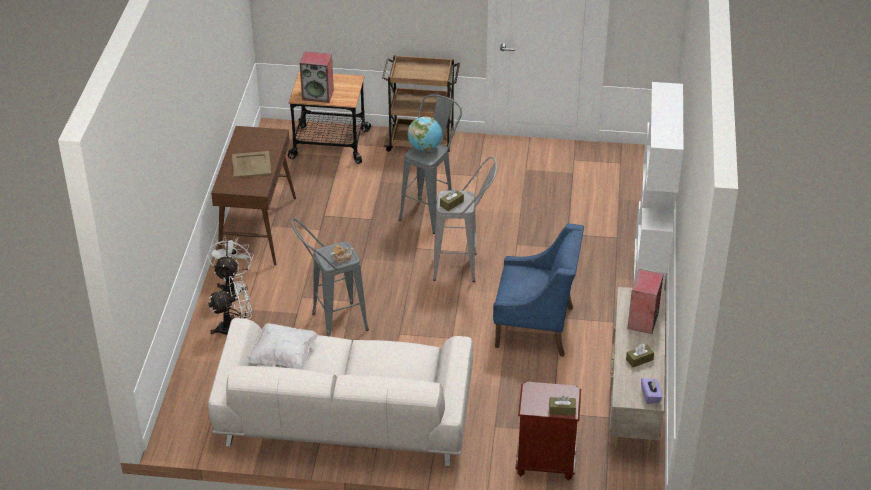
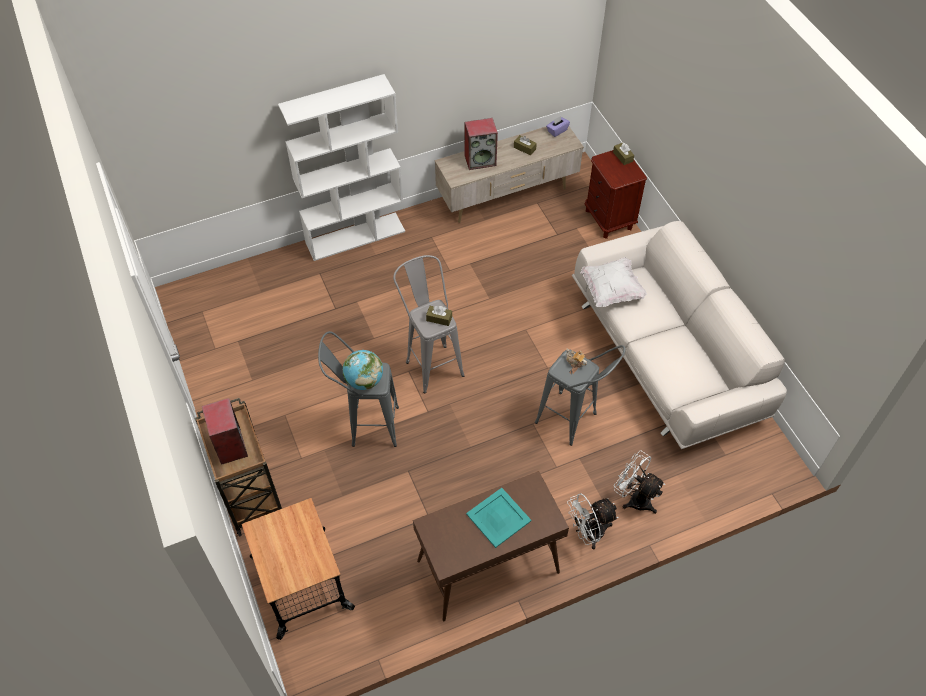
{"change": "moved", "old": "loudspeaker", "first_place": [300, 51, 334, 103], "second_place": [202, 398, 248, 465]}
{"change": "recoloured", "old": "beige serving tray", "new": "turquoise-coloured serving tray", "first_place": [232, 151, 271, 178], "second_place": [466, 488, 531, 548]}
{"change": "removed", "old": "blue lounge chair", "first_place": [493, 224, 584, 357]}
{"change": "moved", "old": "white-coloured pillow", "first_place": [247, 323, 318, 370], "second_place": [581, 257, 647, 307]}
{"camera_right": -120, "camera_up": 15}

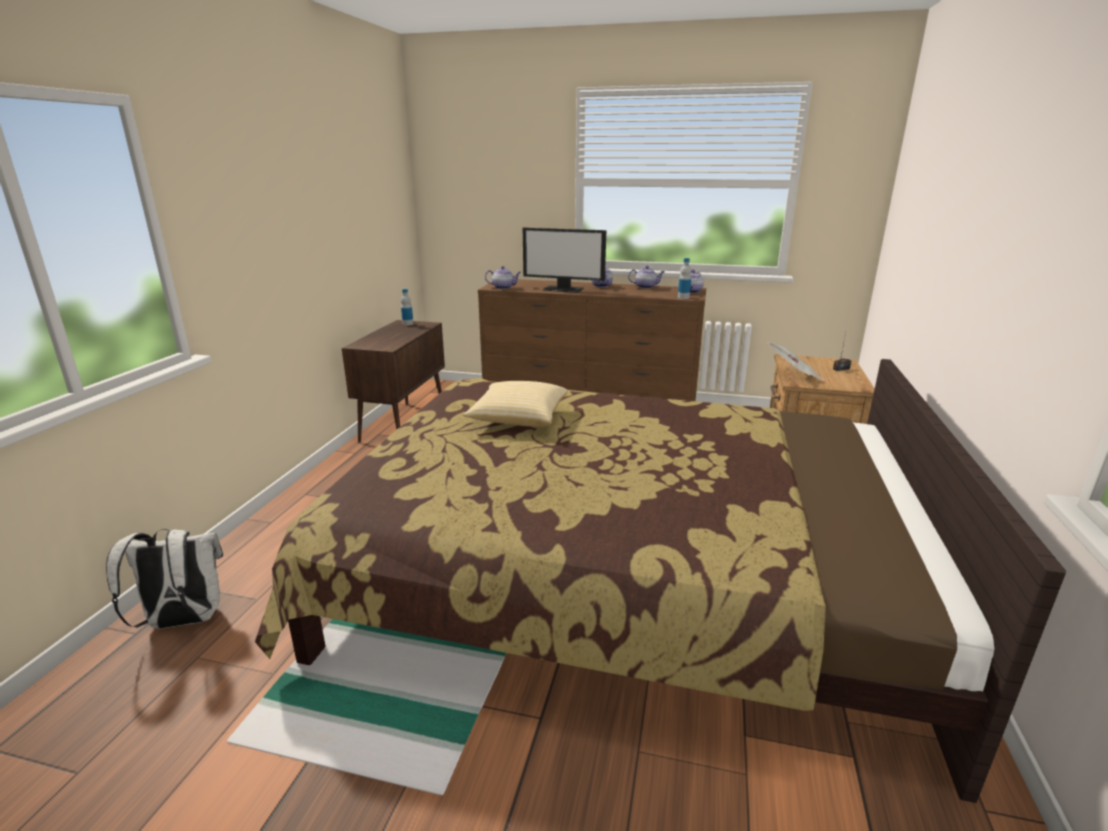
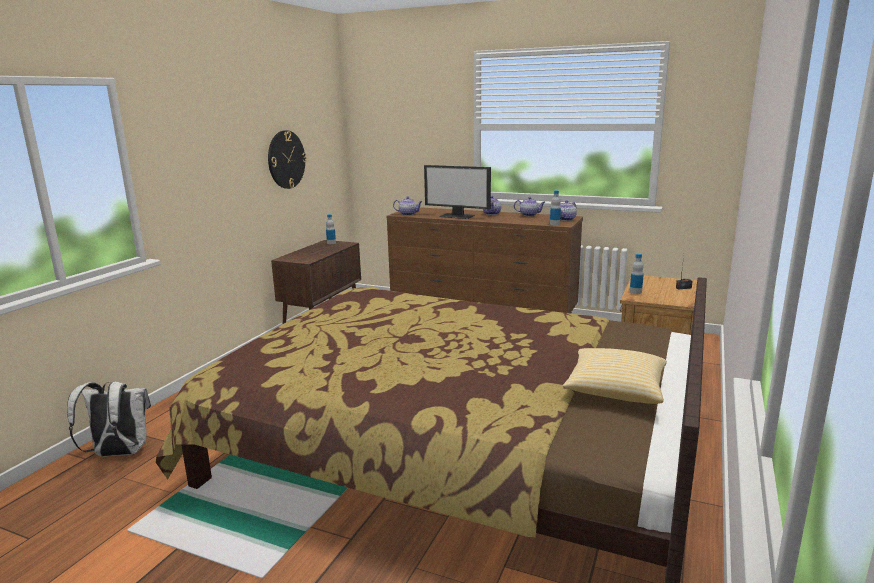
{"change": "replaced", "old": "daily paper", "new": "drink bottle", "first_place": [767, 342, 825, 381], "second_place": [630, 254, 644, 294]}
{"change": "moved", "old": "pillow", "first_place": [463, 381, 568, 427], "second_place": [563, 348, 667, 404]}
{"change": "added", "new": "hanging clock", "second_place": [268, 130, 307, 189]}
{"camera_right": 10, "camera_up": -5}

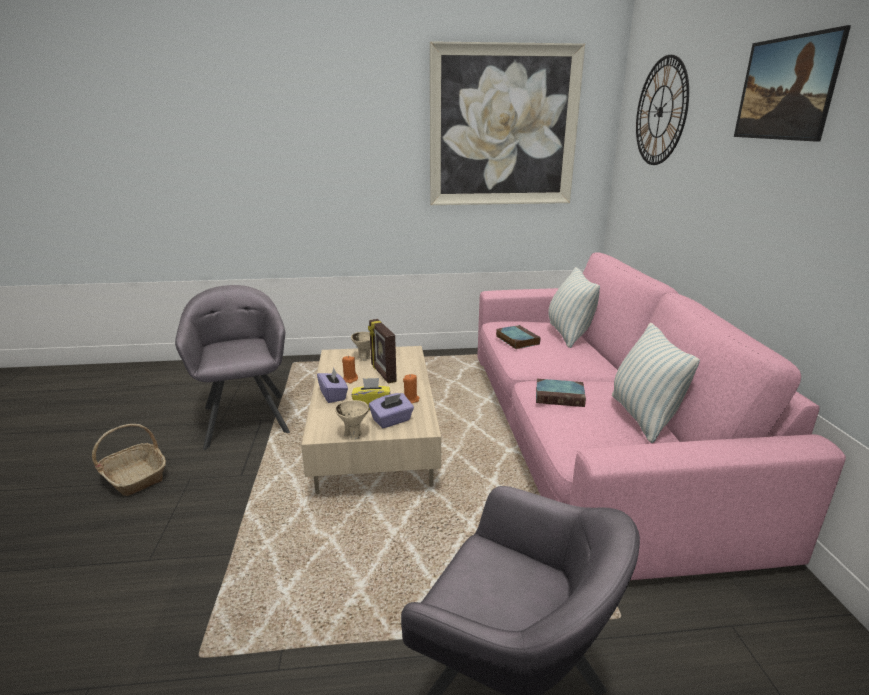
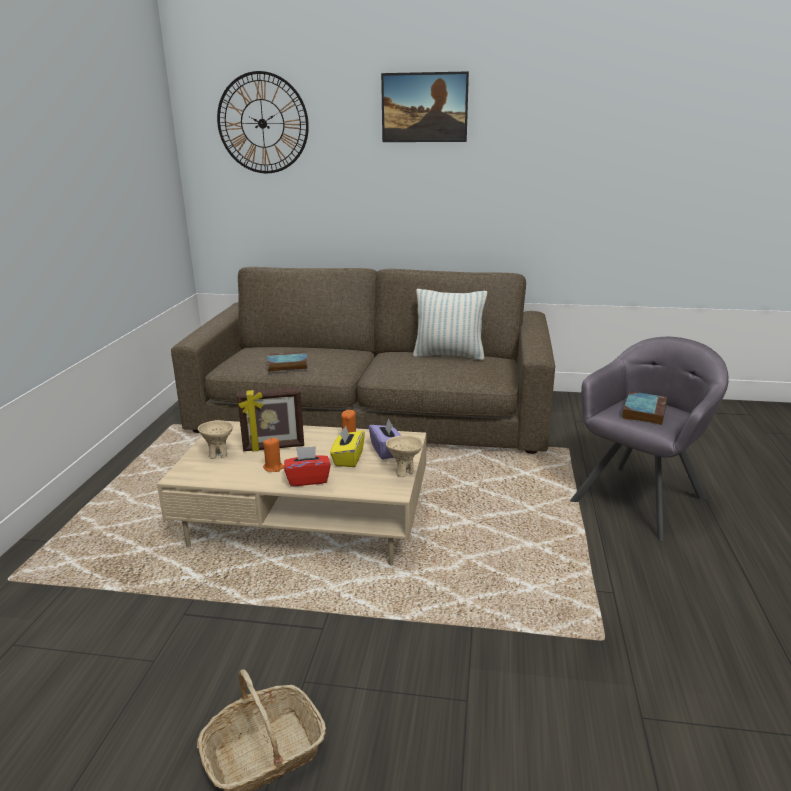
{"change": "removed", "old": "picture", "first_place": [430, 41, 585, 205]}
{"change": "recoloured", "old": "pinkish settee", "new": "brownish settee", "first_place": [478, 252, 846, 580], "second_place": [171, 267, 555, 454]}
{"change": "removed", "old": "pillow", "first_place": [548, 267, 600, 348]}
{"change": "removed", "old": "grey lounge chair", "first_place": [175, 285, 290, 450]}
{"change": "recoloured", "old": "purple tissue box", "new": "red tissue box", "first_place": [317, 368, 348, 403], "second_place": [284, 446, 331, 486]}
{"change": "moved", "old": "book", "first_place": [536, 379, 586, 407], "second_place": [622, 391, 667, 425]}
{"camera_right": -75, "camera_up": 0}

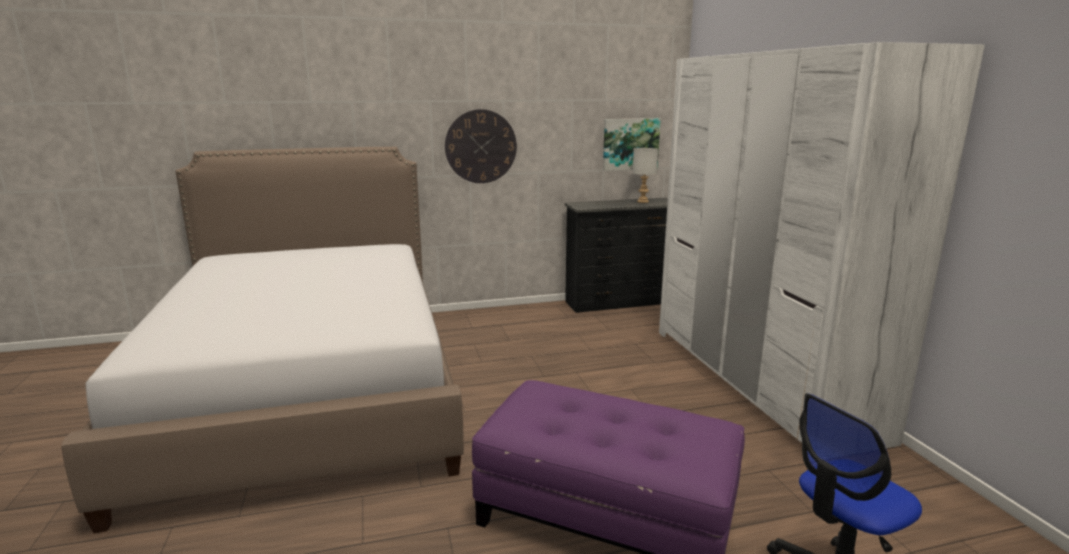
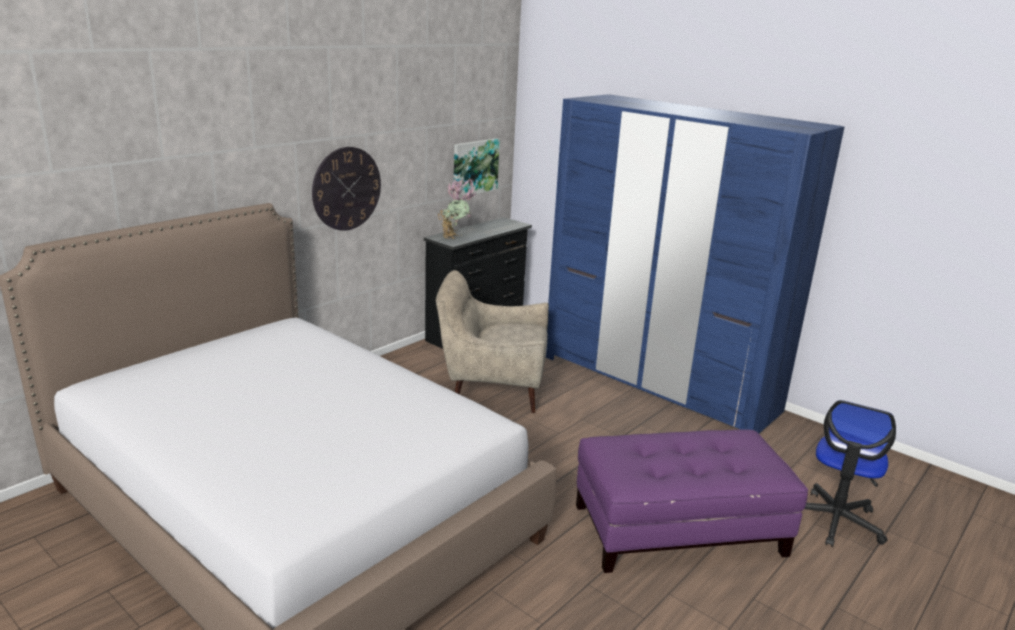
{"change": "recoloured", "old": "white-coloured wardrobe", "new": "blue wardrobe", "first_place": [659, 42, 985, 448], "second_place": [546, 94, 844, 434]}
{"change": "removed", "old": "grey tabletop lamp", "first_place": [632, 148, 658, 203]}
{"change": "added", "new": "plant in a pot", "second_place": [438, 179, 475, 239]}
{"change": "added", "new": "beige lounge chair", "second_place": [436, 270, 549, 413]}
{"camera_right": -35, "camera_up": 5}

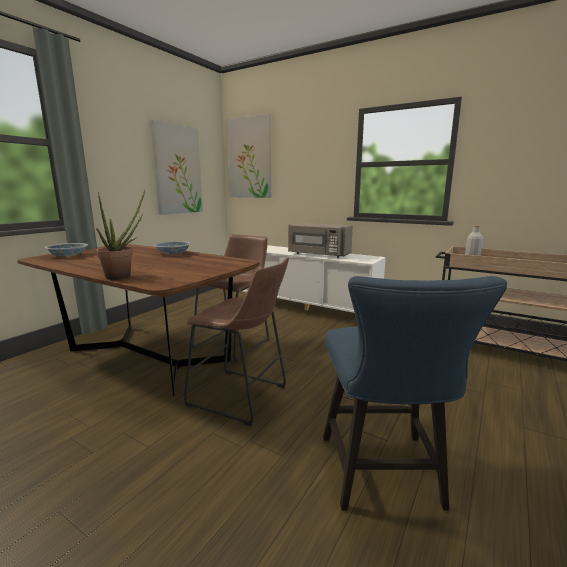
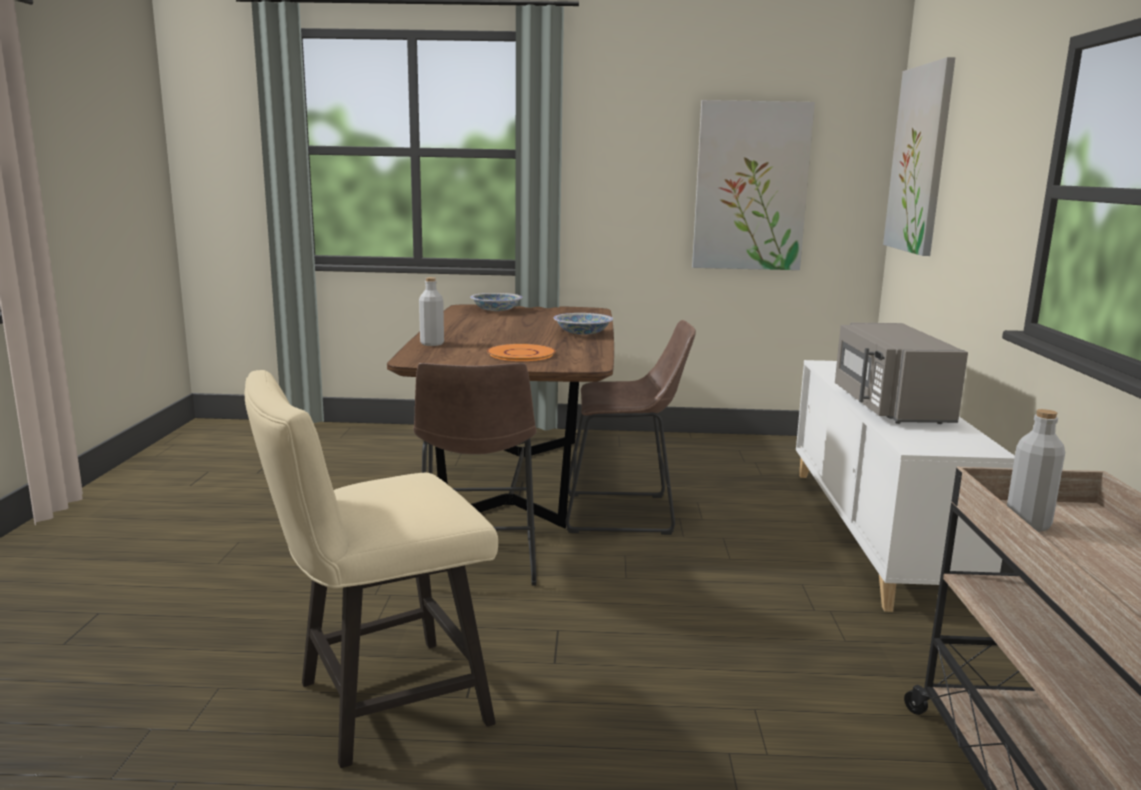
{"change": "replaced", "old": "plant in a pot", "new": "grey drink bottle", "first_place": [96, 190, 145, 280], "second_place": [419, 277, 444, 346]}
{"change": "recoloured", "old": "blue upright chair", "new": "beige upright chair", "first_place": [323, 276, 507, 511], "second_place": [245, 370, 498, 768]}
{"change": "added", "new": "orange-coloured dinner plate", "second_place": [487, 344, 556, 361]}
{"camera_right": 60, "camera_up": 0}

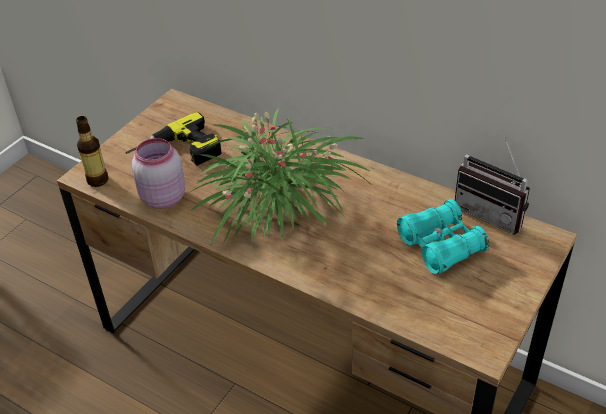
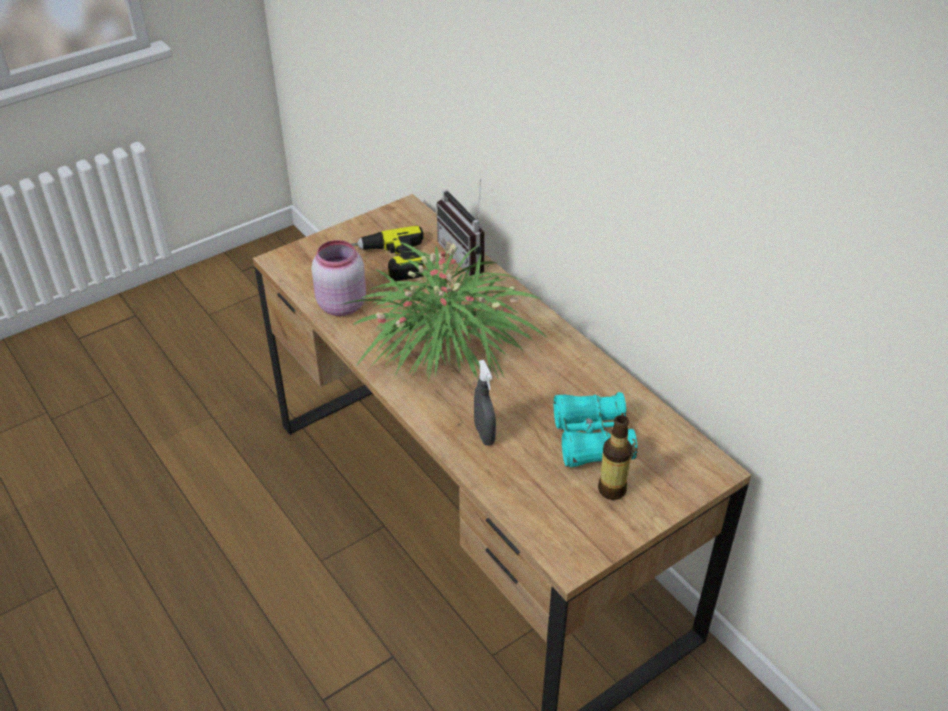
{"change": "moved", "old": "drink bottle", "first_place": [76, 116, 108, 187], "second_place": [598, 415, 632, 500]}
{"change": "moved", "old": "radio", "first_place": [455, 136, 530, 235], "second_place": [437, 179, 485, 276]}
{"change": "added", "new": "grey spray bottle", "second_place": [474, 360, 496, 446]}
{"camera_right": 20, "camera_up": 0}

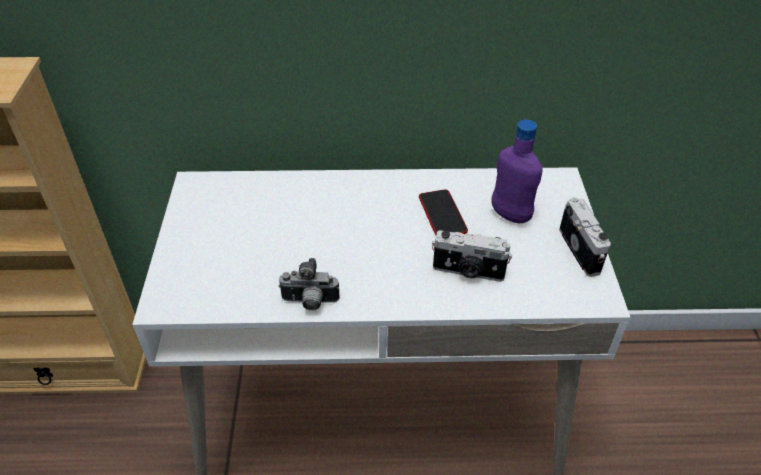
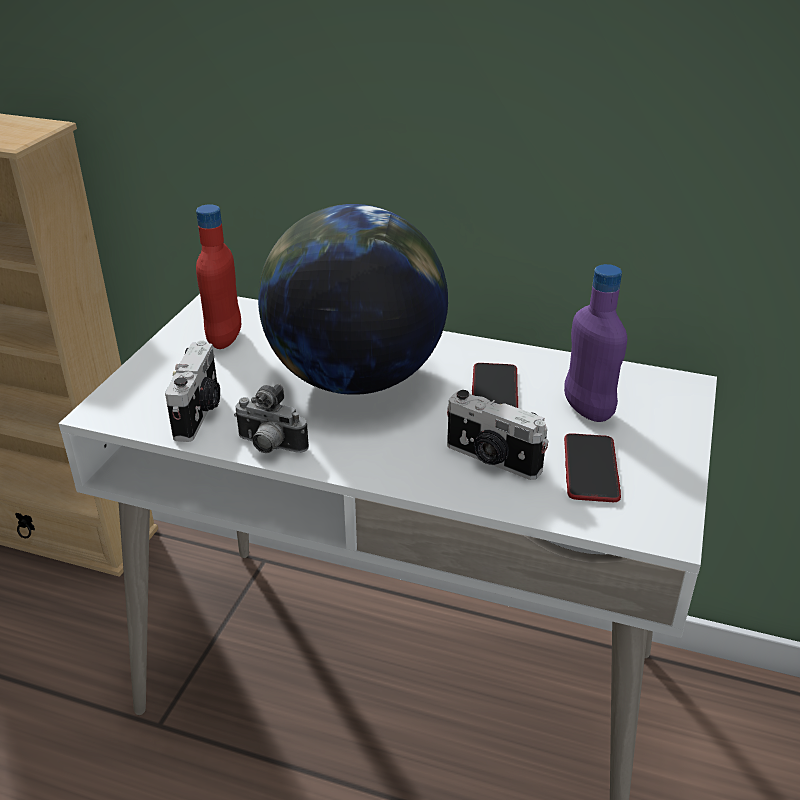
{"change": "moved", "old": "still camera", "first_place": [559, 197, 611, 277], "second_place": [165, 340, 220, 442]}
{"change": "added", "new": "red drink bottle", "second_place": [196, 204, 241, 349]}
{"change": "added", "new": "desk globe", "second_place": [258, 204, 448, 395]}
{"change": "added", "new": "phone", "second_place": [564, 433, 621, 502]}
{"camera_right": 20, "camera_up": -10}

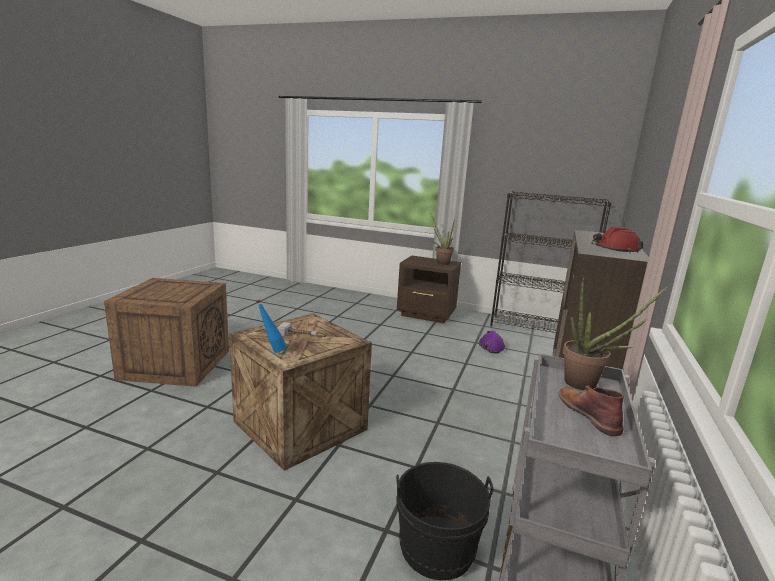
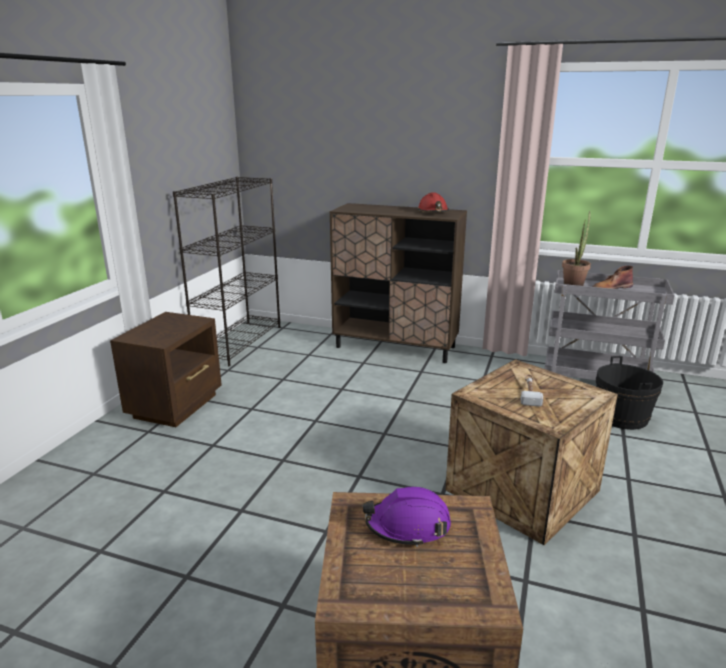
{"change": "removed", "old": "plant in a pot", "first_place": [430, 213, 455, 265]}
{"change": "removed", "old": "blue drink bottle", "first_place": [256, 299, 287, 353]}
{"change": "moved", "old": "purple safety helmet", "first_place": [479, 331, 505, 353], "second_place": [363, 487, 451, 547]}
{"camera_right": -90, "camera_up": 5}

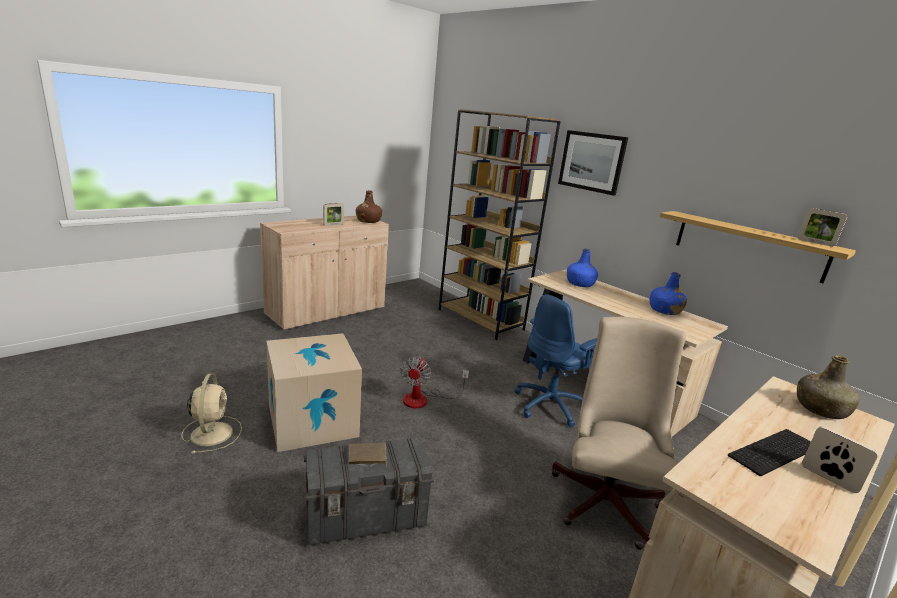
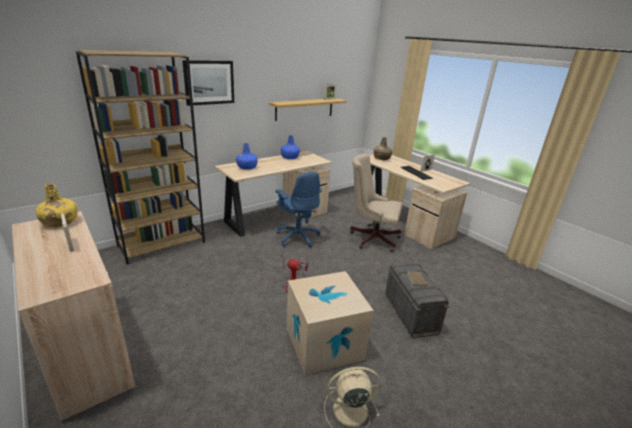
{"change": "recoloured", "old": "brownish drink bottle", "new": "yellowish drink bottle", "first_place": [356, 191, 382, 223], "second_place": [35, 184, 78, 228]}
{"camera_right": -85, "camera_up": 5}

